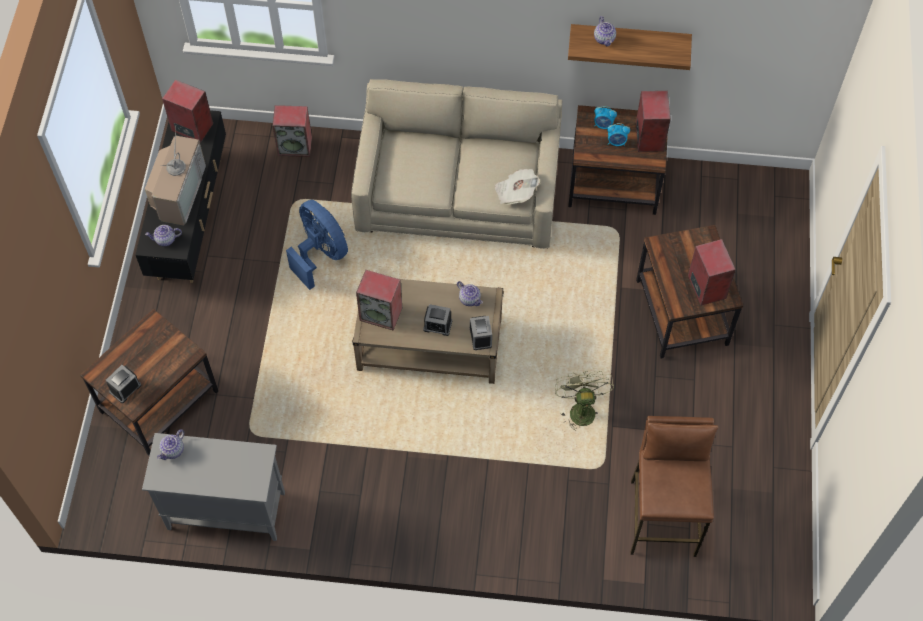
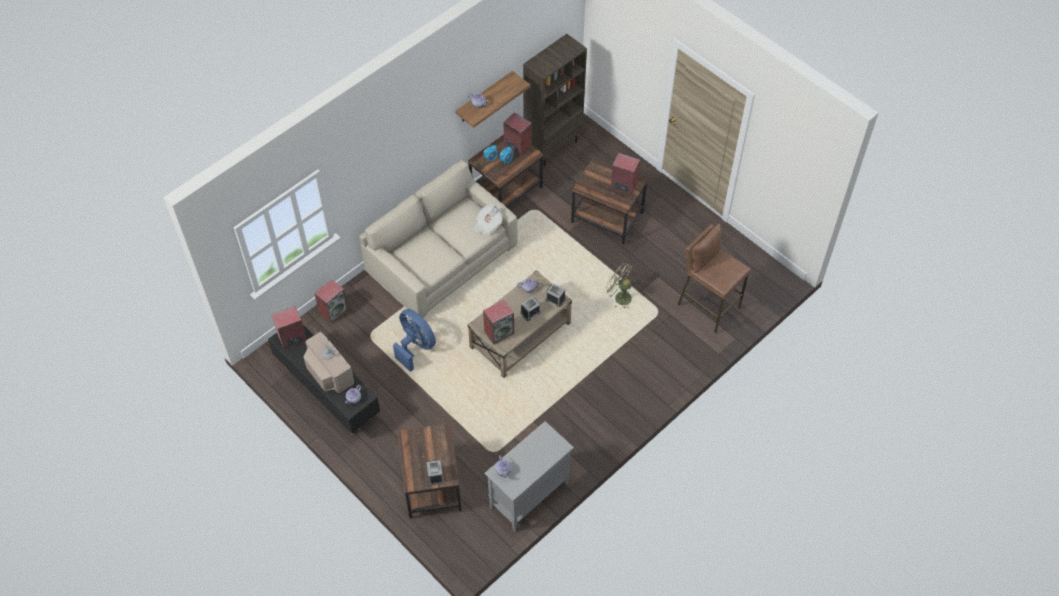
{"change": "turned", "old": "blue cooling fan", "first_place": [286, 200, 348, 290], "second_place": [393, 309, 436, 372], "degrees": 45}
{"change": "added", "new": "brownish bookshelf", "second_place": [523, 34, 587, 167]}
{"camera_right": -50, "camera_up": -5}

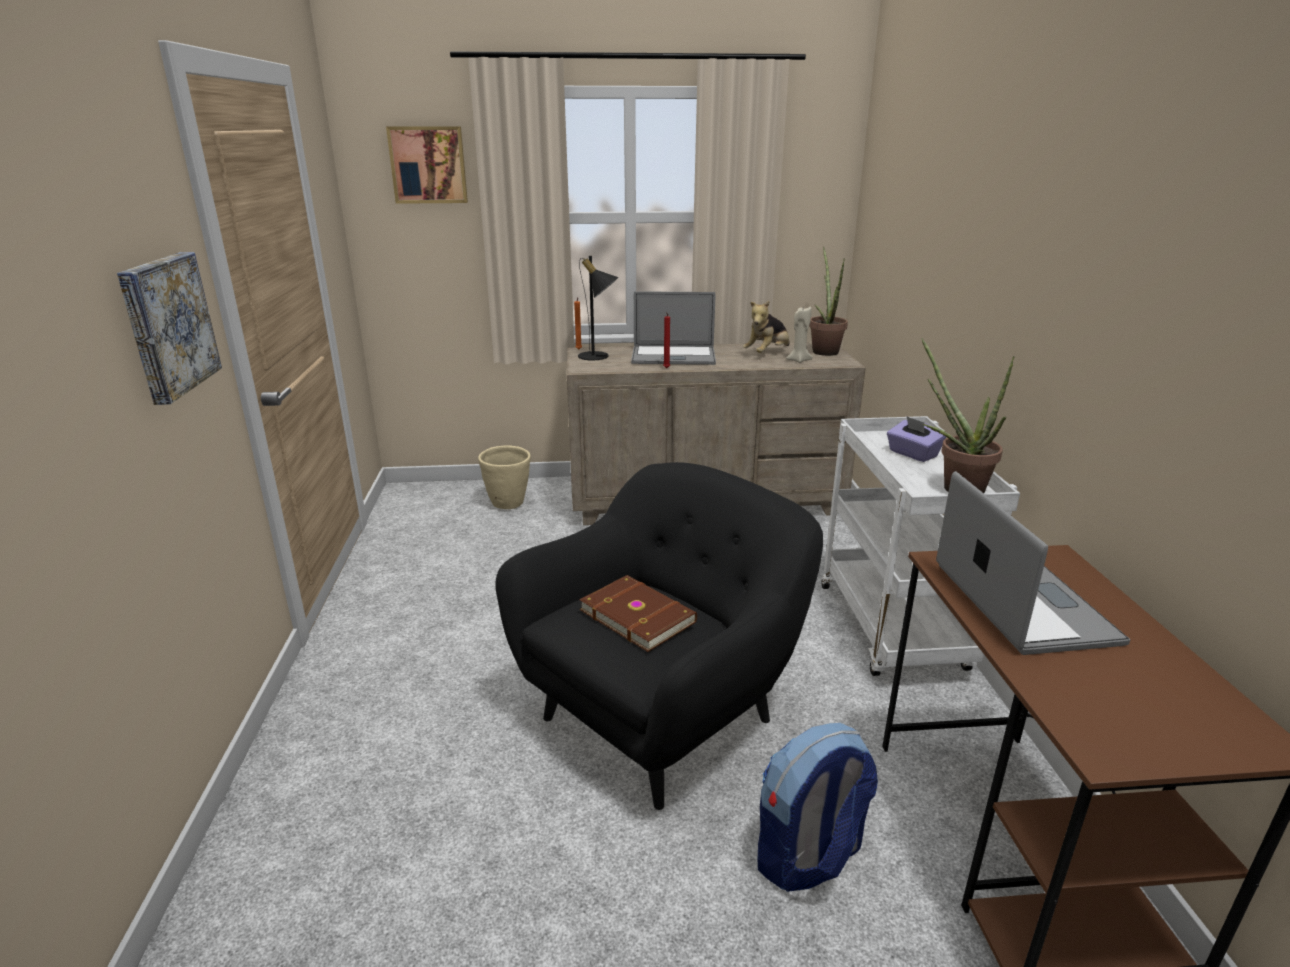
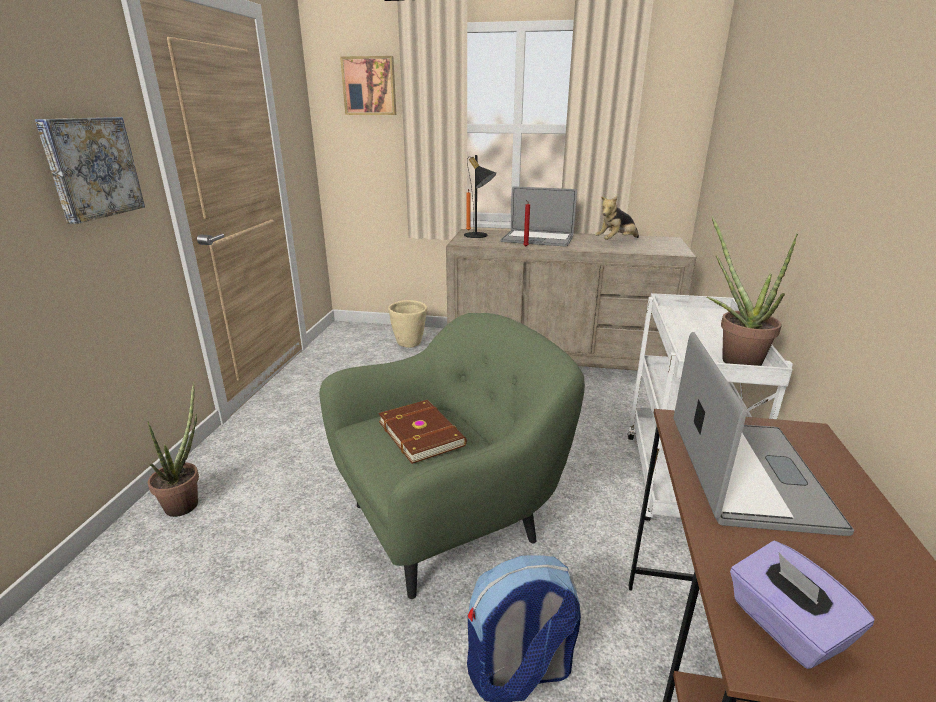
{"change": "moved", "old": "plant in a pot", "first_place": [809, 247, 848, 356], "second_place": [148, 382, 199, 517]}
{"change": "removed", "old": "beige wax light", "first_place": [786, 307, 813, 363]}
{"change": "moved", "old": "purple tissue box", "first_place": [887, 416, 946, 462], "second_place": [730, 541, 874, 669]}
{"change": "recoloured", "old": "black lounge chair", "new": "green lounge chair", "first_place": [495, 462, 823, 810], "second_place": [319, 313, 585, 599]}
{"camera_right": 15, "camera_up": 0}

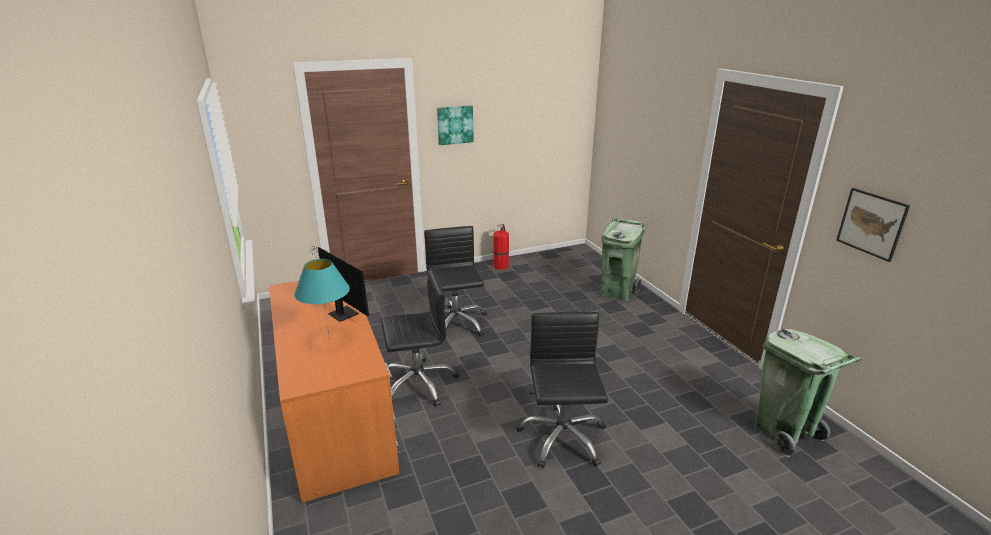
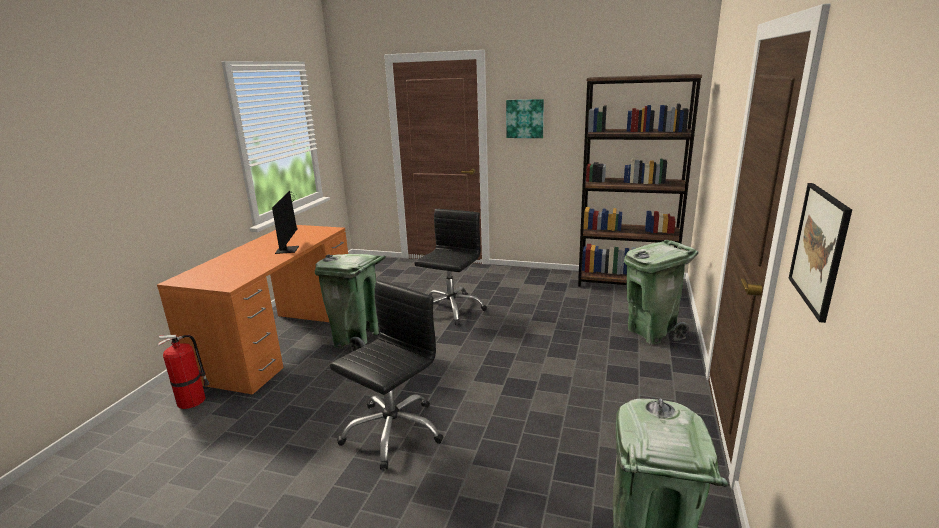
{"change": "moved", "old": "fire extinguisher", "first_place": [493, 224, 509, 270], "second_place": [158, 335, 210, 409]}
{"change": "removed", "old": "turquoise-coloured tabletop lamp", "first_place": [294, 259, 350, 339]}
{"change": "replaced", "old": "black desk chair", "new": "green rubbish bin", "first_place": [381, 268, 459, 406], "second_place": [315, 254, 386, 352]}
{"change": "added", "new": "brownish bookshelf", "second_place": [578, 74, 702, 287]}
{"camera_right": 40, "camera_up": -5}

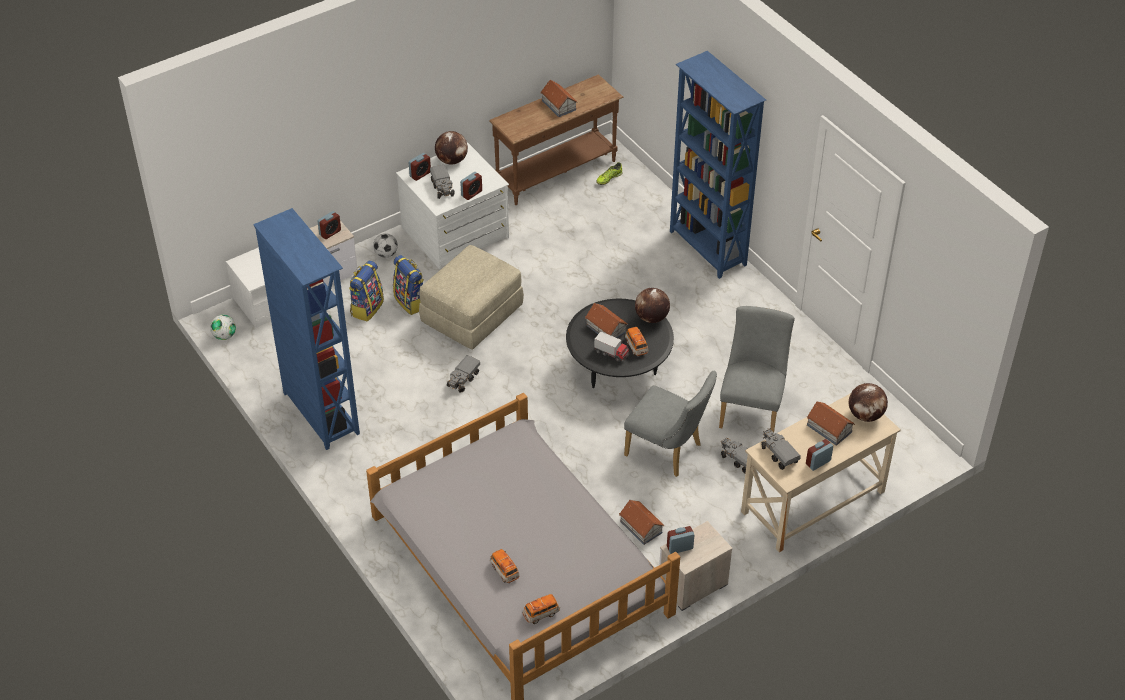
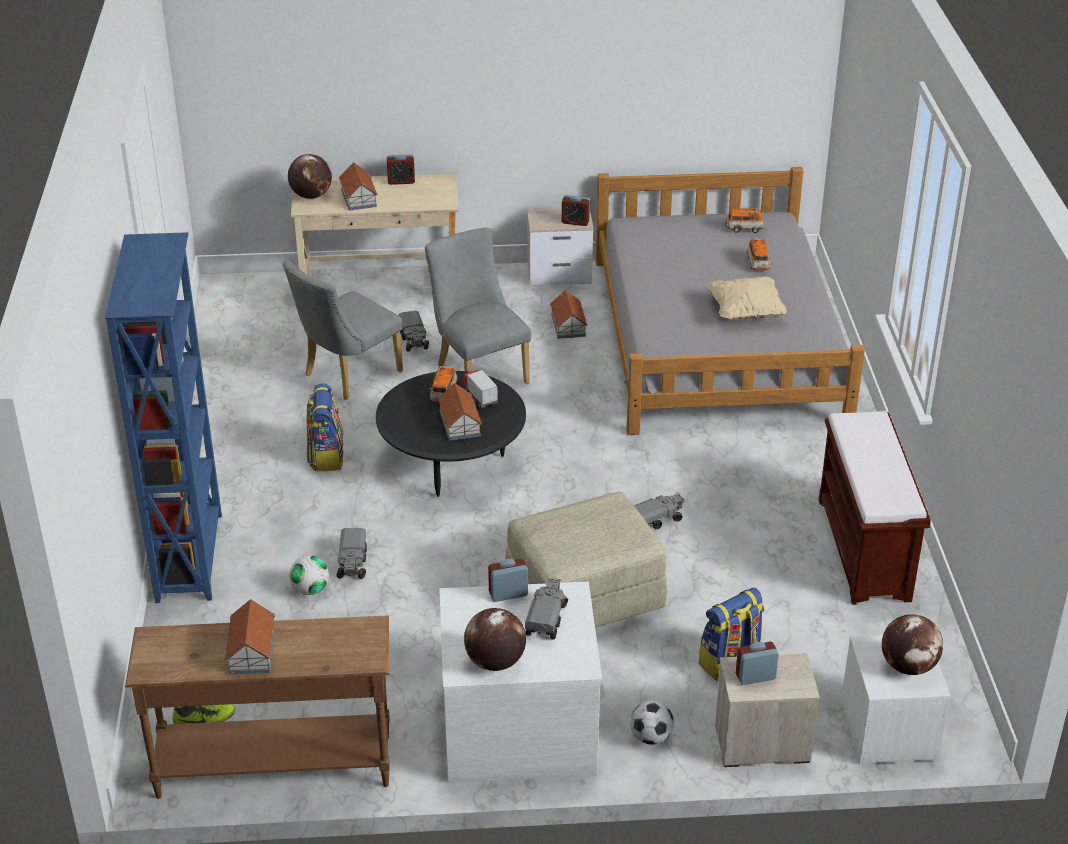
{"change": "removed", "old": "alarm clock", "first_place": [408, 153, 431, 181]}
{"change": "replaced", "old": "blue bookshelf", "new": "brownish long seat", "first_place": [253, 208, 360, 450], "second_place": [819, 411, 931, 605]}
{"change": "moved", "old": "backpack", "first_place": [393, 255, 424, 315], "second_place": [306, 383, 343, 471]}
{"change": "moved", "old": "desk globe", "first_place": [635, 288, 670, 323], "second_place": [882, 614, 943, 675]}
{"change": "moved", "old": "ball for football", "first_place": [210, 315, 236, 340], "second_place": [289, 555, 329, 595]}
{"change": "moved", "old": "model truck", "first_place": [761, 429, 801, 470], "second_place": [337, 528, 367, 579]}
{"change": "added", "new": "beige pillow", "second_place": [707, 276, 787, 320]}
{"camera_right": -150, "camera_up": -10}

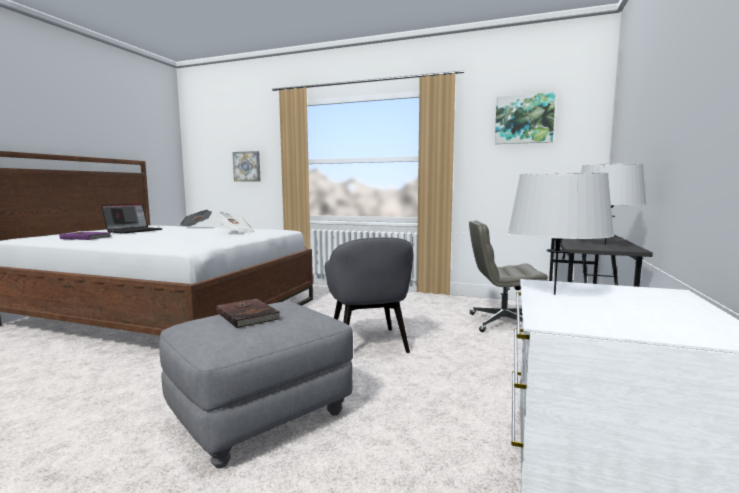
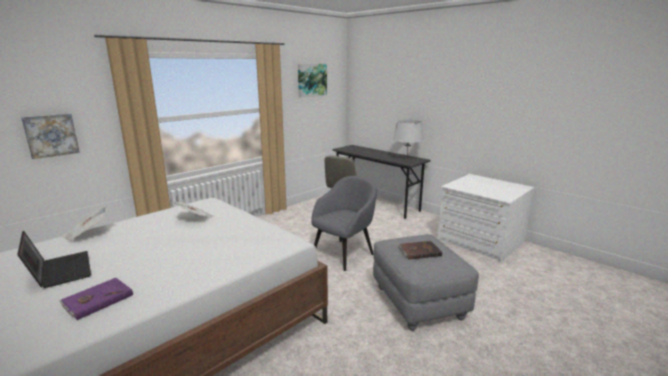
{"change": "removed", "old": "grey tabletop lamp", "first_place": [508, 172, 614, 295]}
{"change": "turned", "old": "grey lounge chair", "first_place": [325, 237, 413, 353], "second_place": [311, 176, 377, 271], "degrees": -60}
{"camera_right": -65, "camera_up": 10}

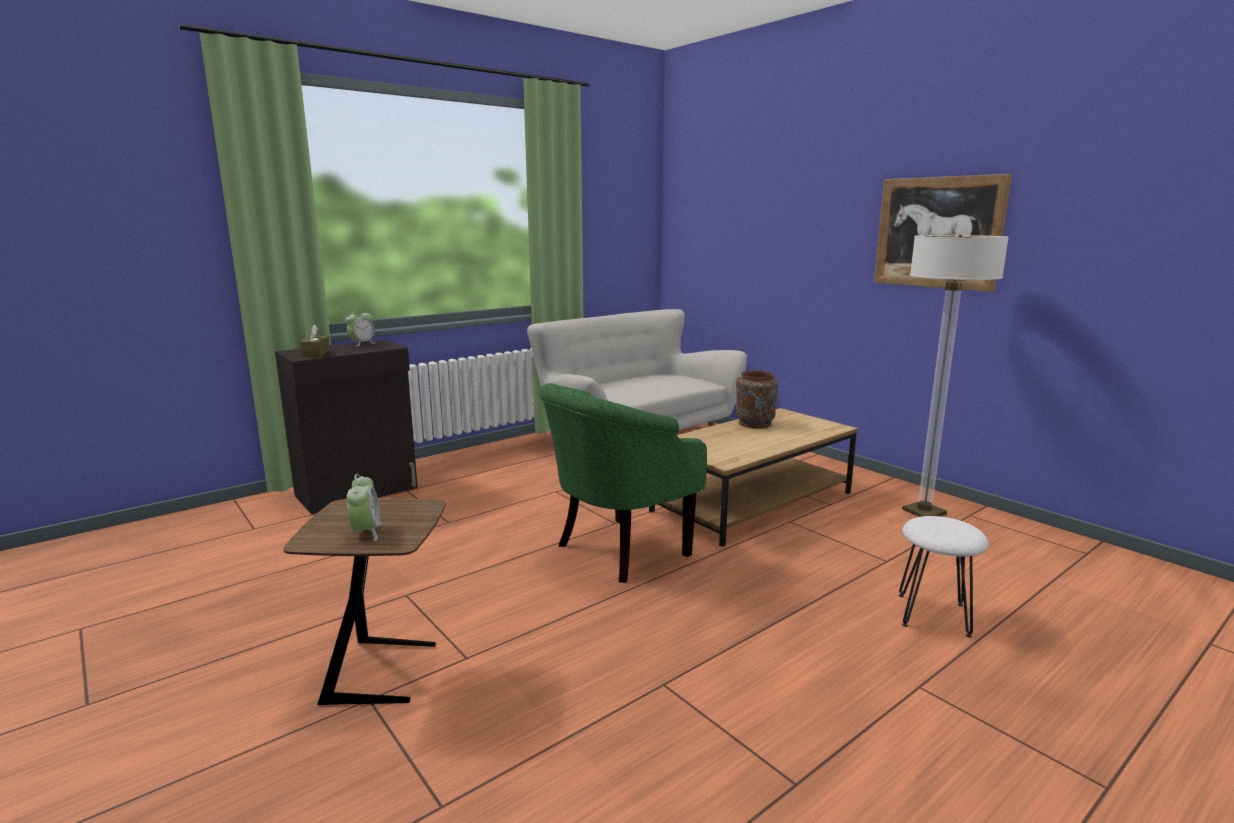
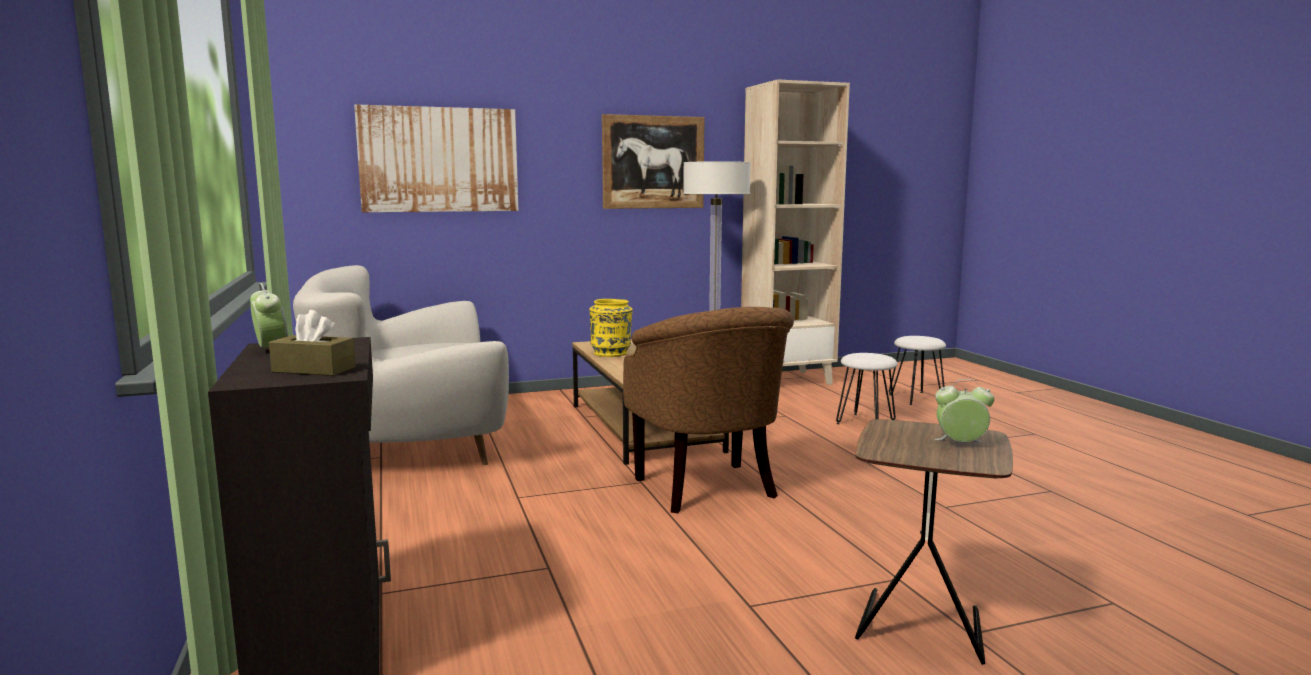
{"change": "recoloured", "old": "brownish decorative vase", "new": "yellowish decorative vase", "first_place": [736, 370, 778, 428], "second_place": [590, 299, 633, 357]}
{"change": "recoloured", "old": "green lounge chair", "new": "brownish lounge chair", "first_place": [540, 383, 707, 583], "second_place": [623, 307, 794, 513]}
{"change": "added", "new": "beige bookshelf", "second_place": [741, 79, 850, 385]}
{"change": "added", "new": "picture", "second_place": [354, 104, 519, 212]}
{"change": "added", "new": "white-coloured stool seat", "second_place": [889, 336, 946, 405]}
{"camera_right": -70, "camera_up": -5}

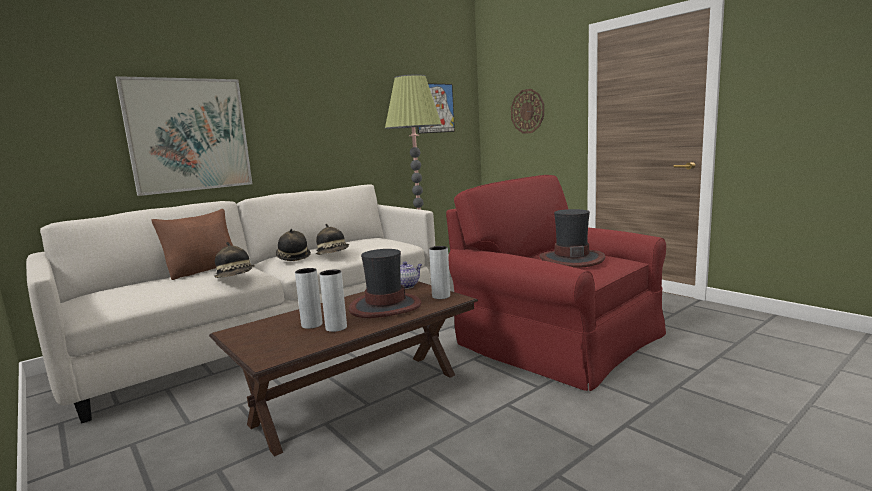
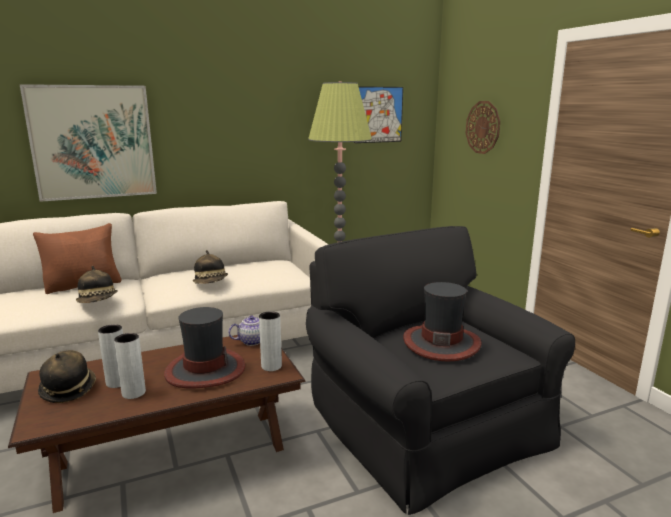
{"change": "recoloured", "old": "red lounge chair", "new": "black lounge chair", "first_place": [446, 175, 666, 391], "second_place": [306, 226, 575, 515]}
{"change": "moved", "old": "clothing hat", "first_place": [276, 229, 311, 261], "second_place": [38, 350, 96, 403]}
{"camera_right": 15, "camera_up": 5}

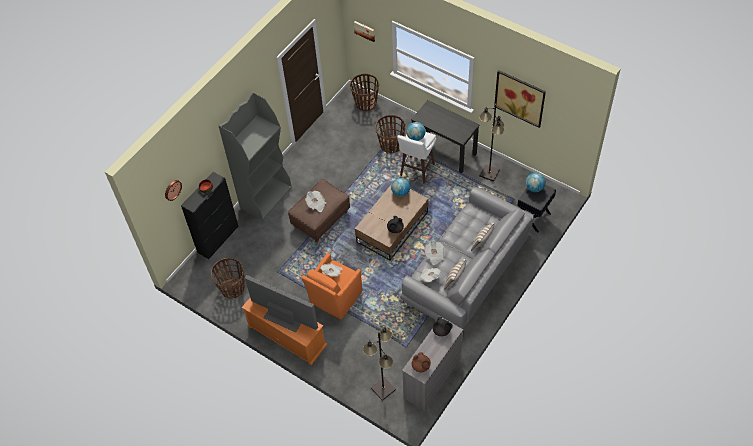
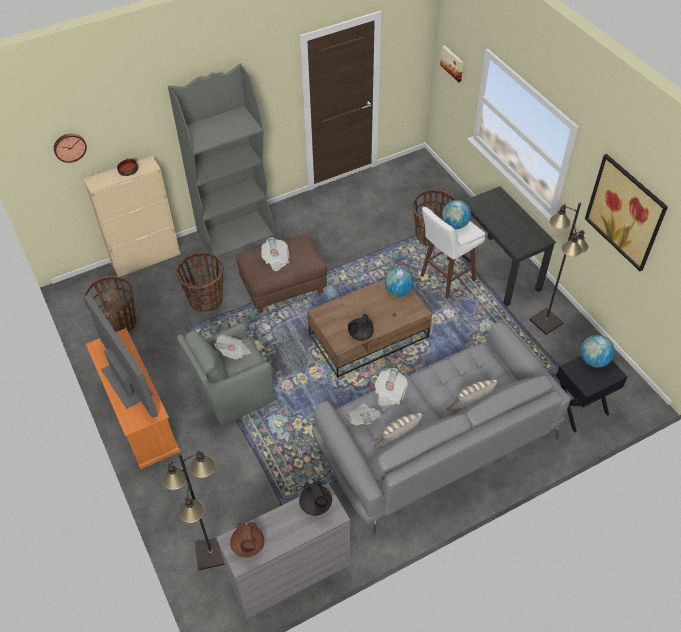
{"change": "moved", "old": "household basket", "first_place": [350, 73, 379, 111], "second_place": [176, 252, 223, 312]}
{"change": "recoloured", "old": "black cabinet", "new": "beige cabinet", "first_place": [181, 172, 238, 259], "second_place": [84, 156, 180, 277]}
{"change": "recoloured", "old": "orange-coloured lounge chair", "new": "grey lounge chair", "first_place": [302, 253, 362, 319], "second_place": [177, 324, 275, 426]}
{"camera_right": 25, "camera_up": -5}

